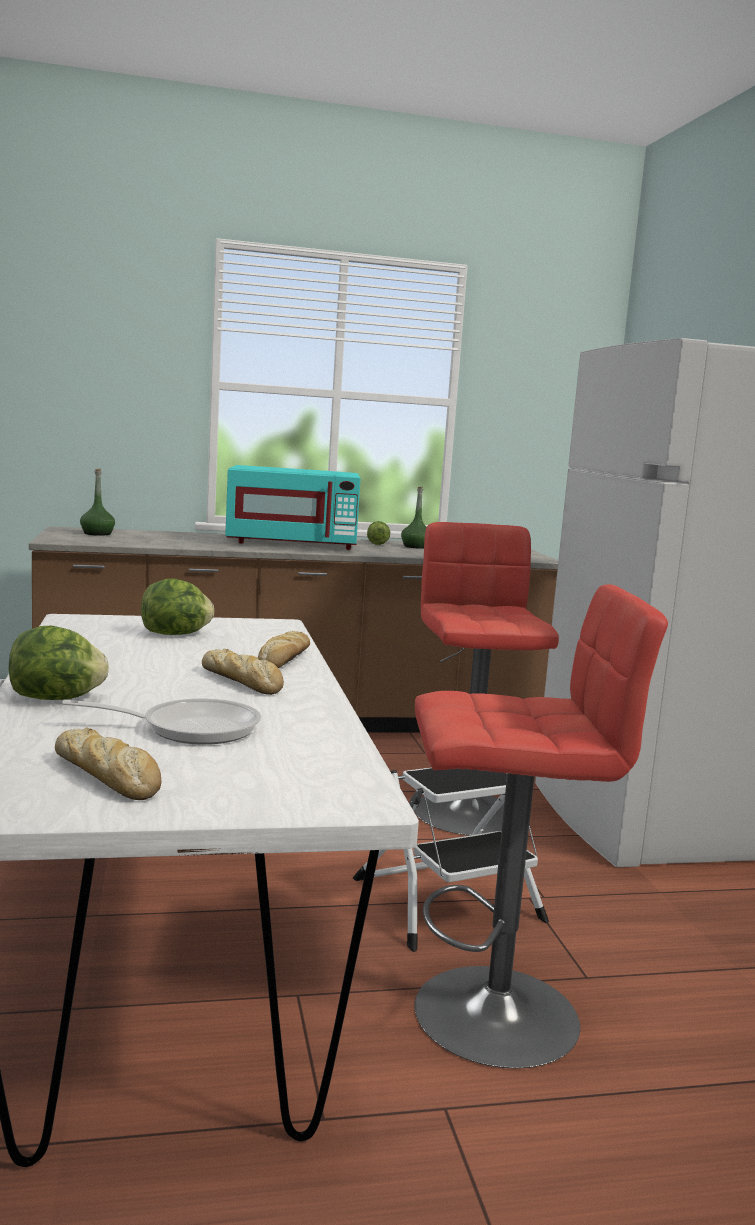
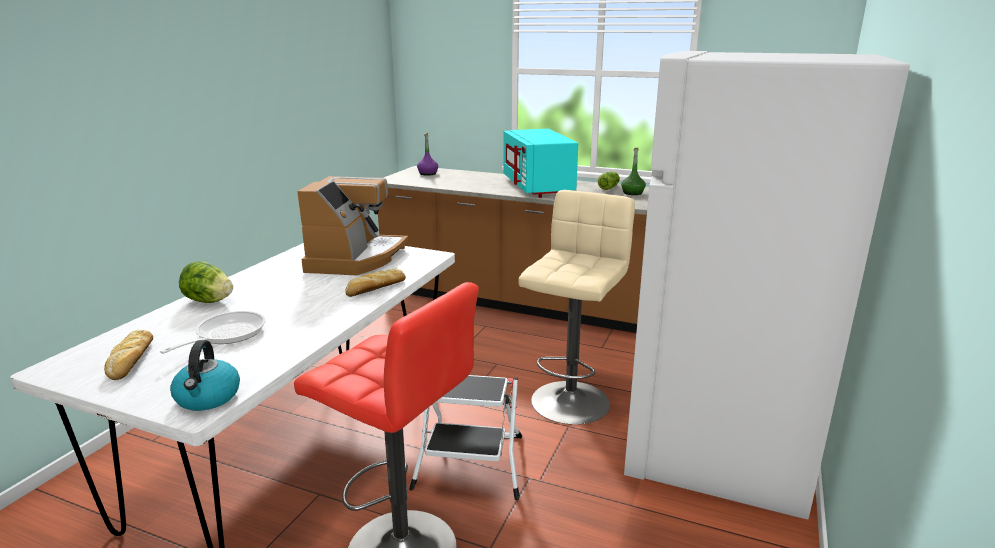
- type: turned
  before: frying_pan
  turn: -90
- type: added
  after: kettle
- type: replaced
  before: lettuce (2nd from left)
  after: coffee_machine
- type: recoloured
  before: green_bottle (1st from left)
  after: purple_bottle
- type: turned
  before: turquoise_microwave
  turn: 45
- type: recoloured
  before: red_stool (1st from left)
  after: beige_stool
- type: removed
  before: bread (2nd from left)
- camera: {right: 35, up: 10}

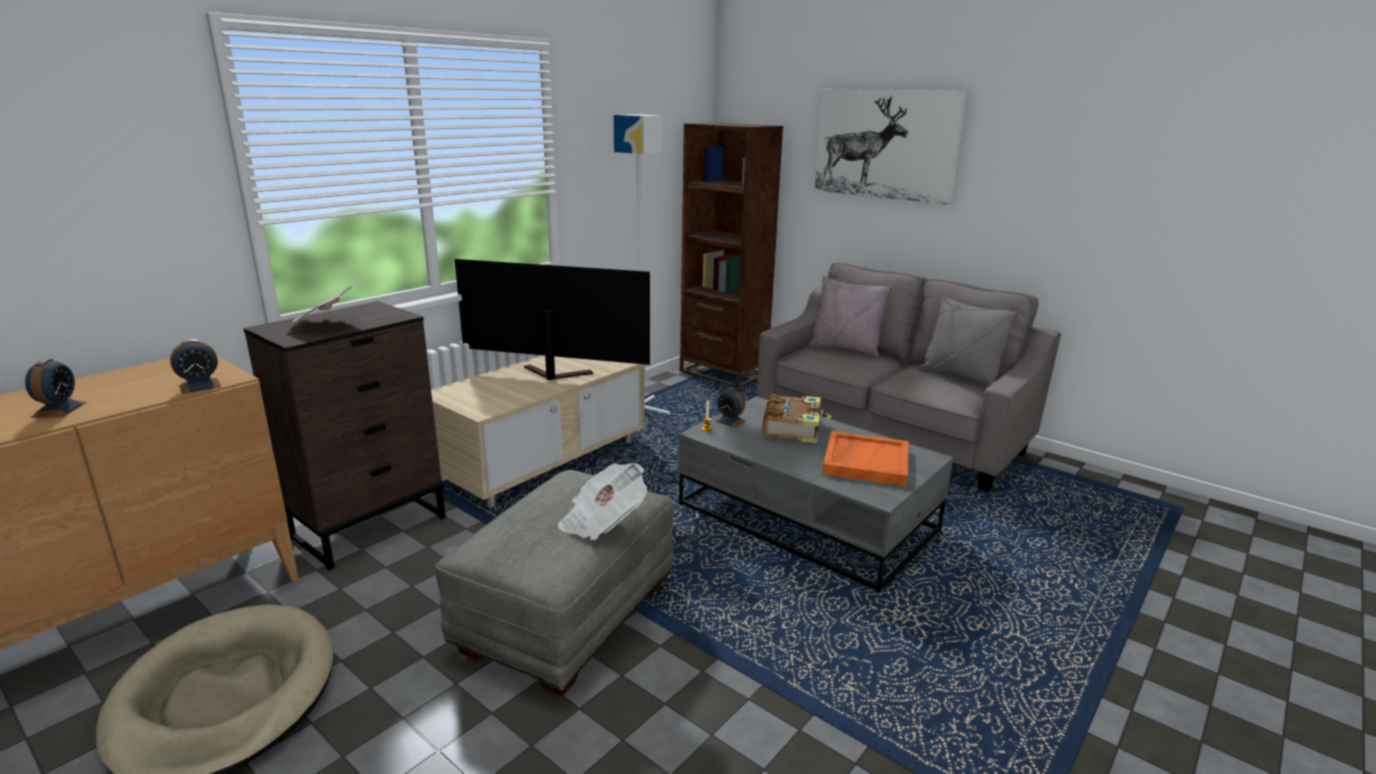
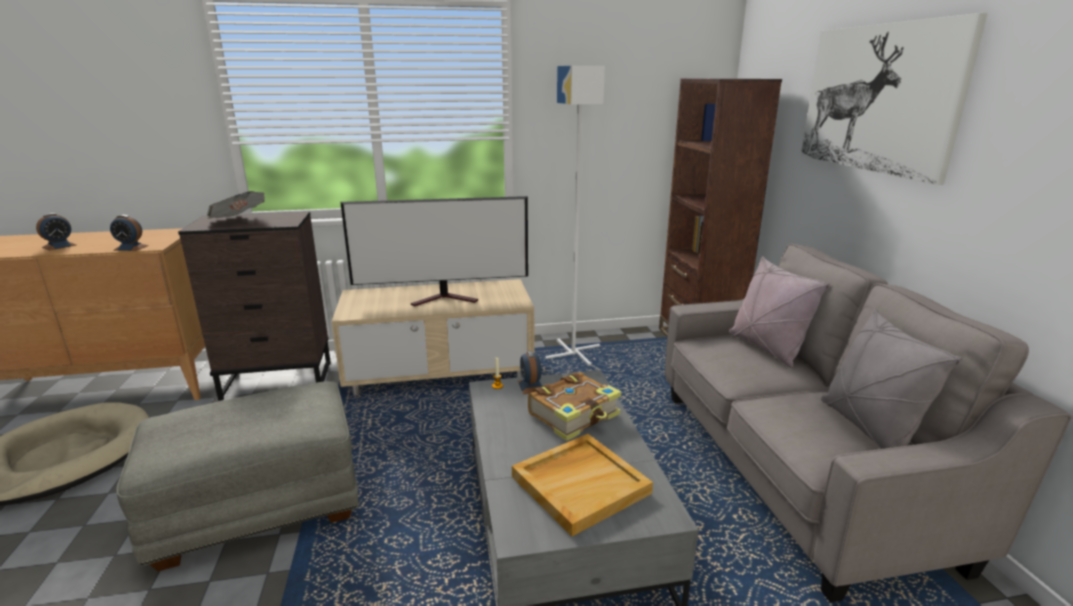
- type: turned
  before: television
  turn: 120
- type: recoloured
  before: orange_tray
  after: beige_tray
- type: removed
  before: newspaper (2nd from left)
- camera: {right: 40, up: 0}

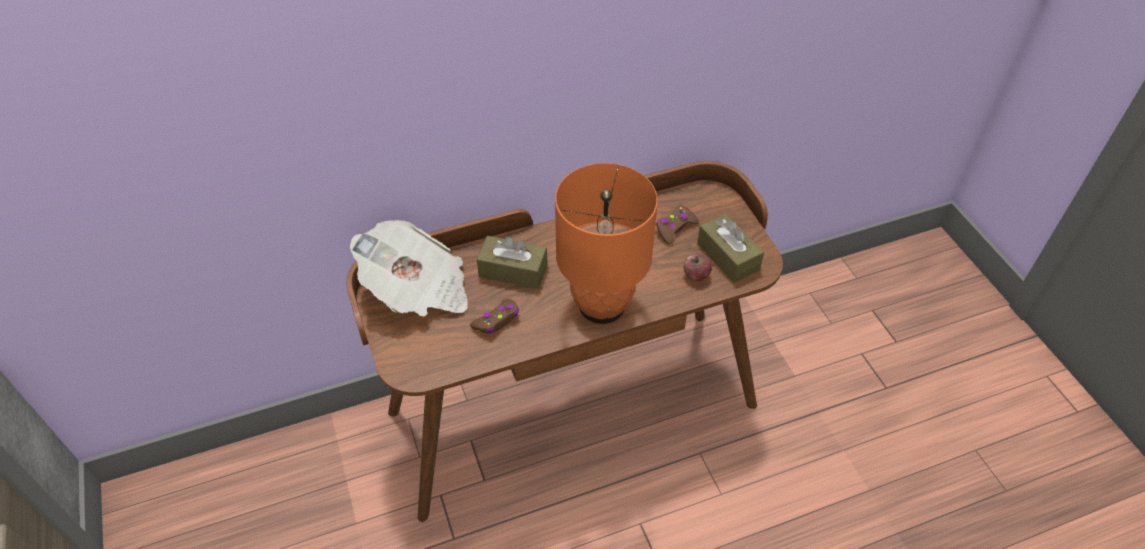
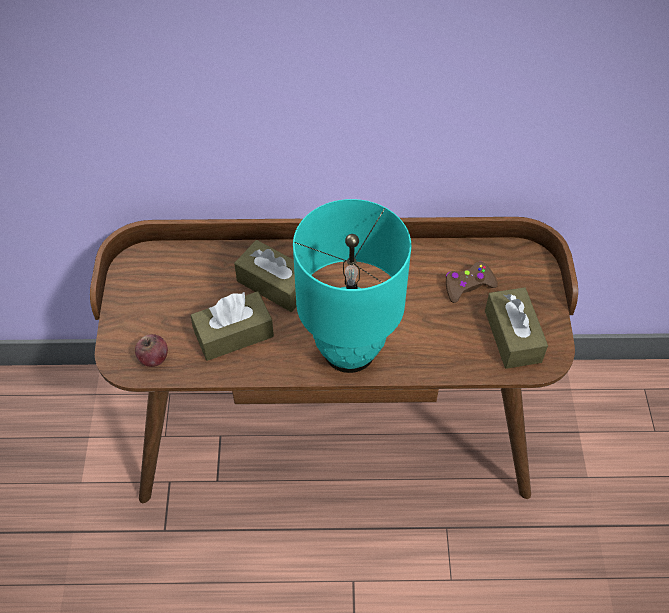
- type: moved
  before: apple
- type: replaced
  before: brown_game_controller (1st from left)
  after: brown_tissue_box (1st from left)
- type: recoloured
  before: orange_table_lamp
  after: turquoise_table_lamp
- type: removed
  before: newspaper
- camera: {right: 20, up: 5}

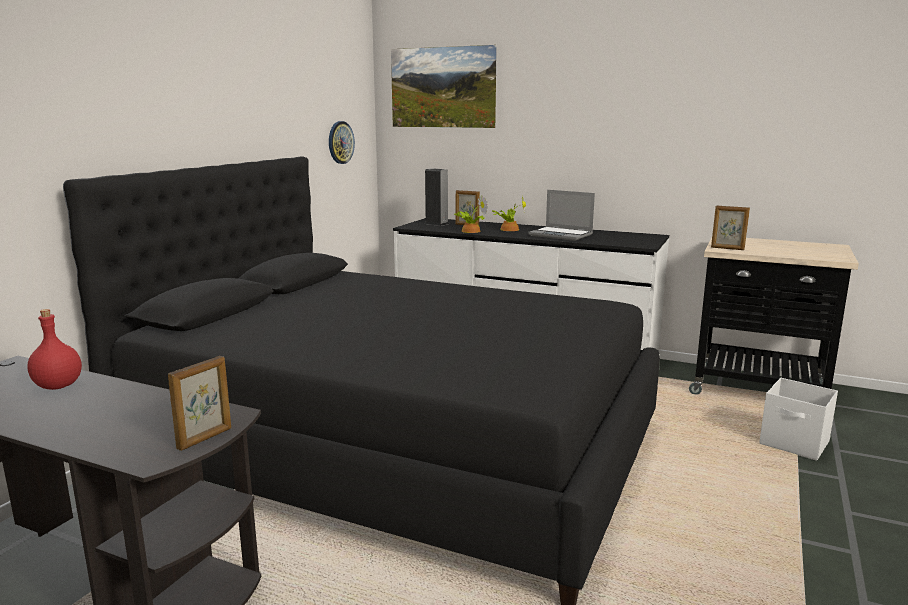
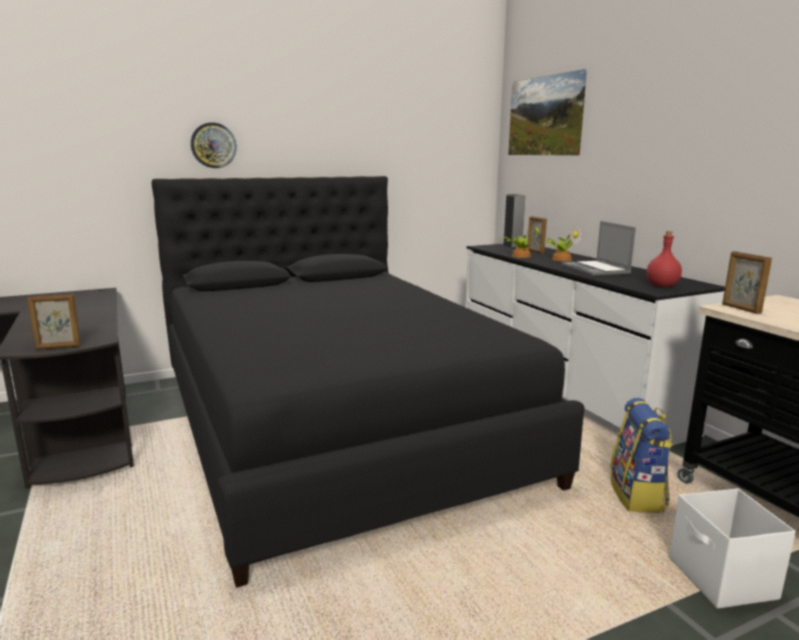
- type: moved
  before: wall_clock
- type: added
  after: backpack
- type: moved
  before: red_bottle
- camera: {right: 40, up: 0}

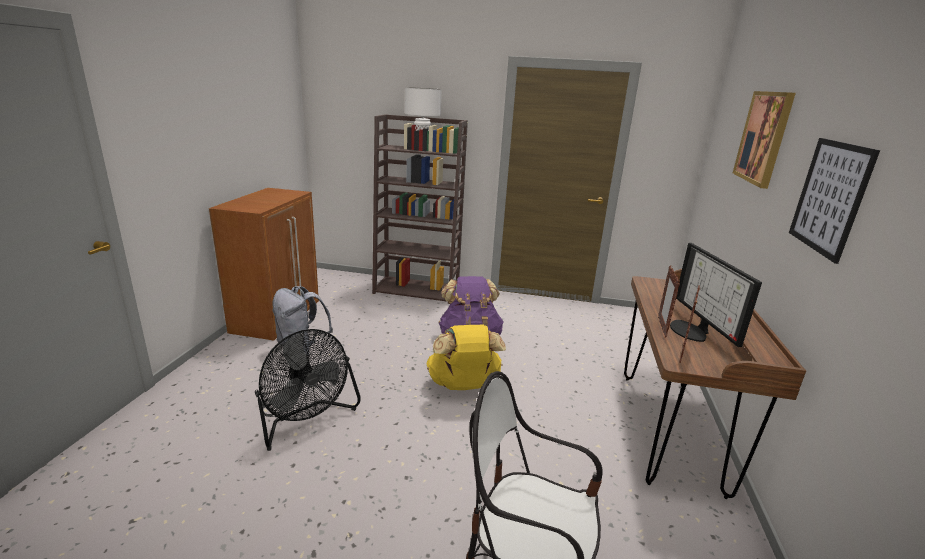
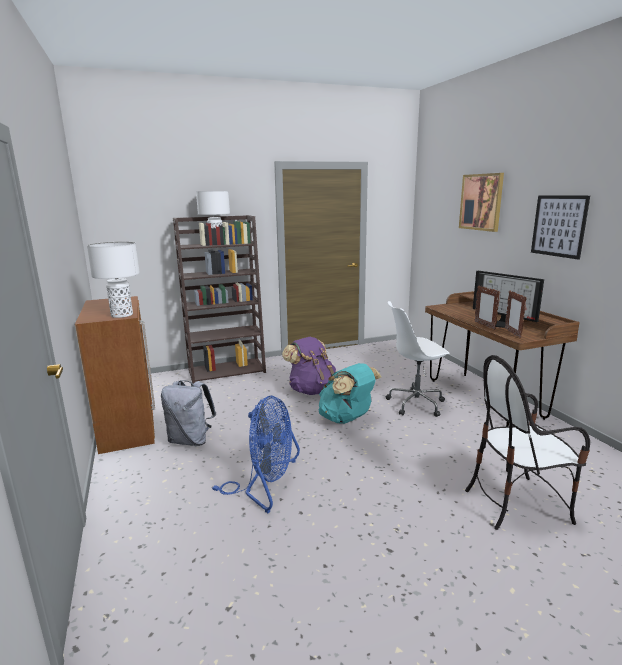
- type: added
  after: white_table_lamp (1st from left)
- type: recoloured
  before: black_fan
  after: blue_fan
- type: recoloured
  before: yellow_backpack
  after: turquoise_backpack
- type: added
  after: white_office_chair
- camera: {right: -30, up: -5}

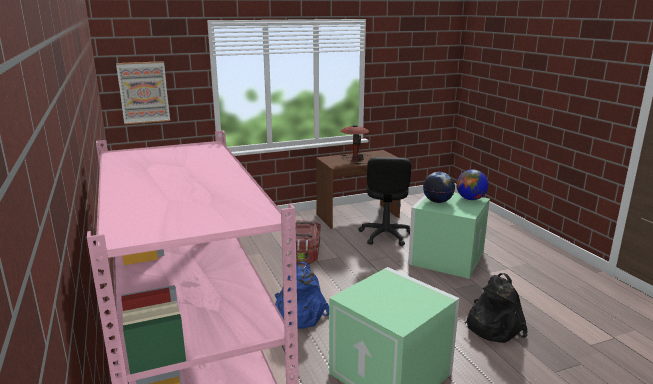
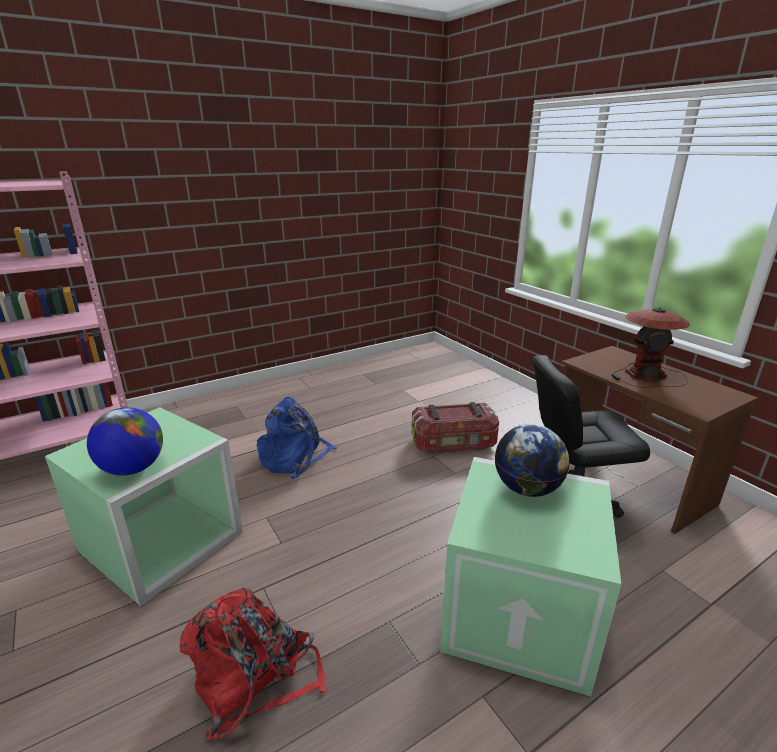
- type: moved
  before: globe (2nd from left in the first image)
  after: globe (1st from left)
- type: recoloured
  before: black_backpack
  after: red_backpack
- type: removed
  before: picture
- camera: {right: 80, up: 5}

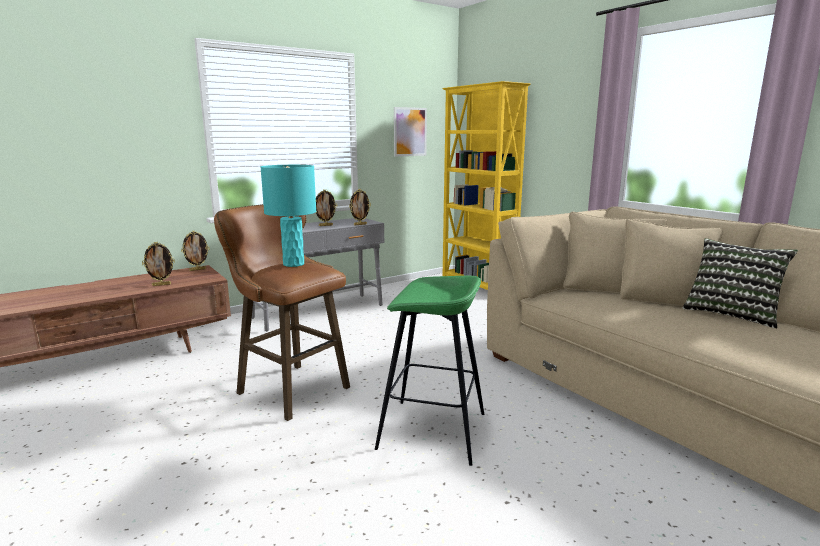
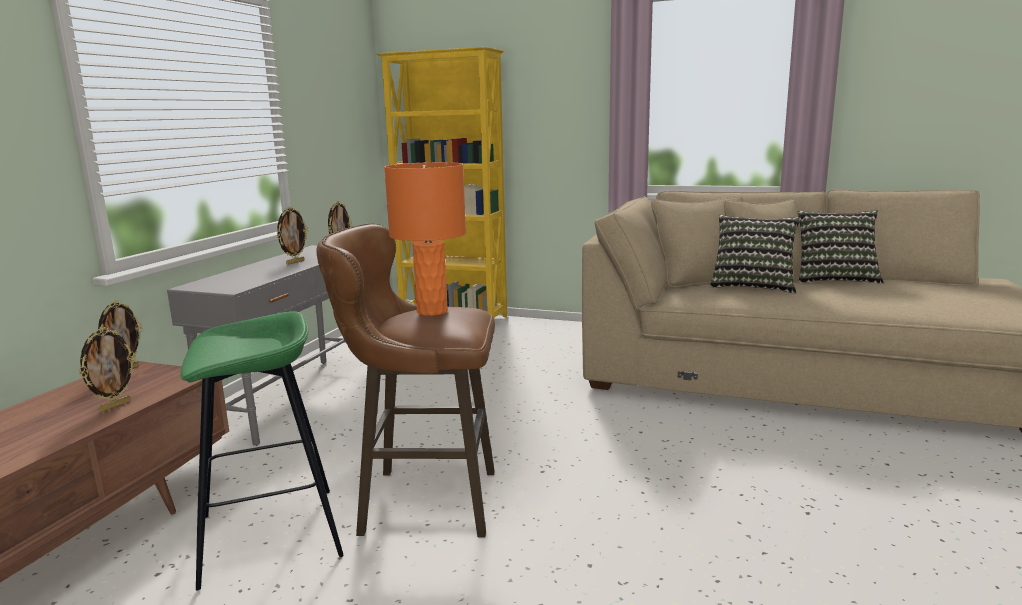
- type: moved
  before: green_stool
- type: recoloured
  before: turquoise_table_lamp
  after: orange_table_lamp
- type: added
  after: pillow (1st from left)
- type: removed
  before: picture
- camera: {right: -35, up: 0}

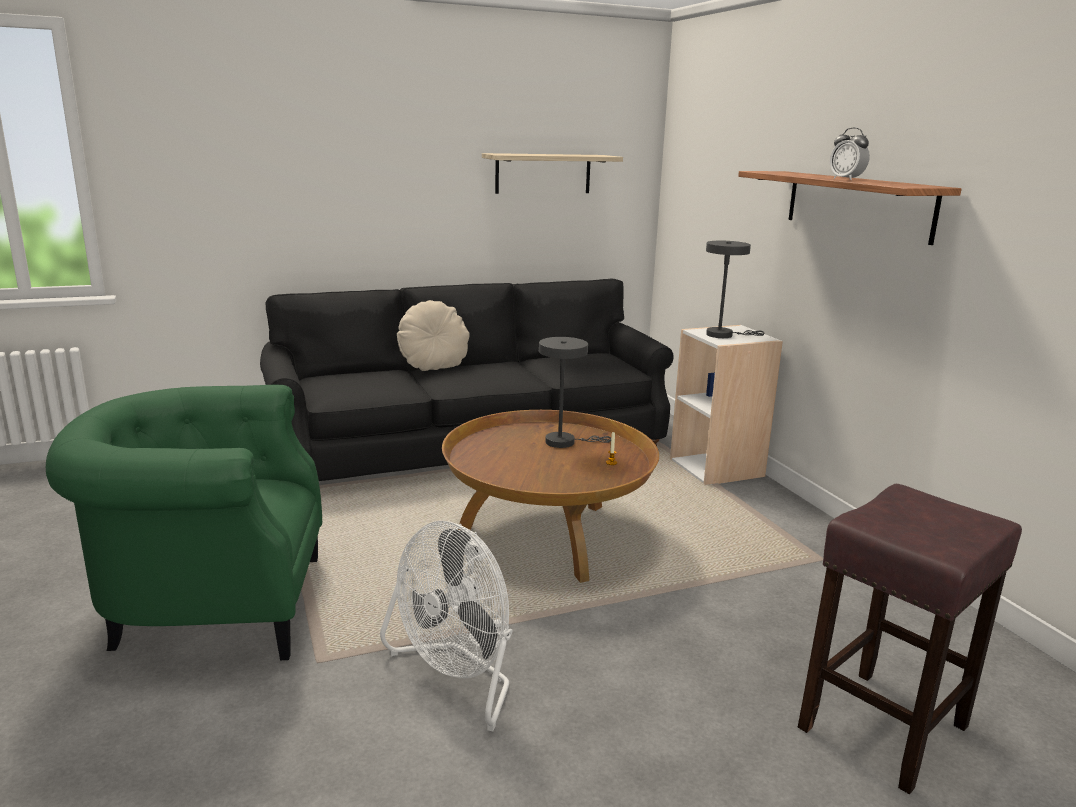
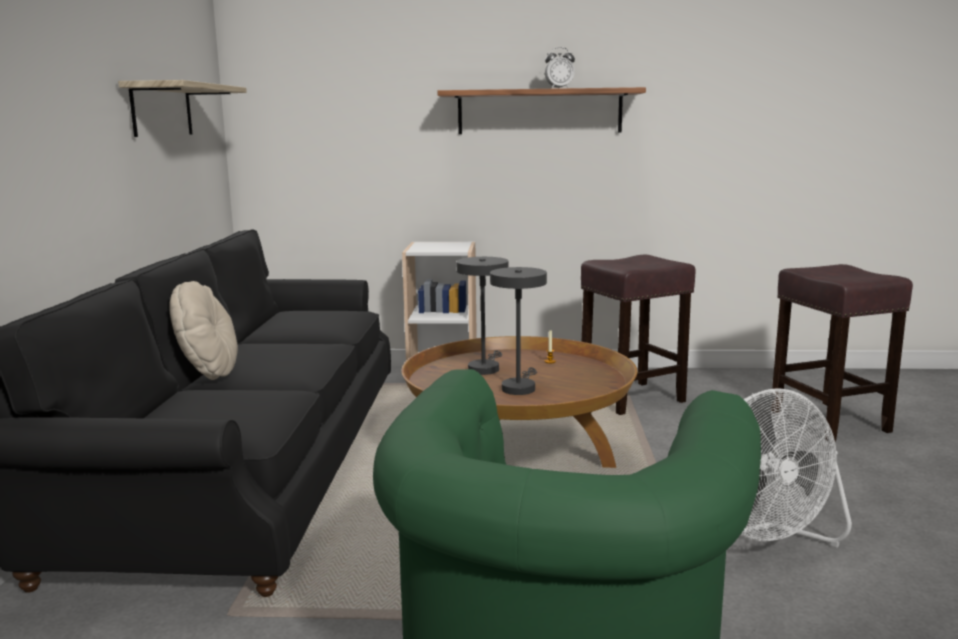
- type: moved
  before: grey_table_lamp (2nd from left)
- type: added
  after: brown_stool (1st from left)
- camera: {right: -65, up: -5}

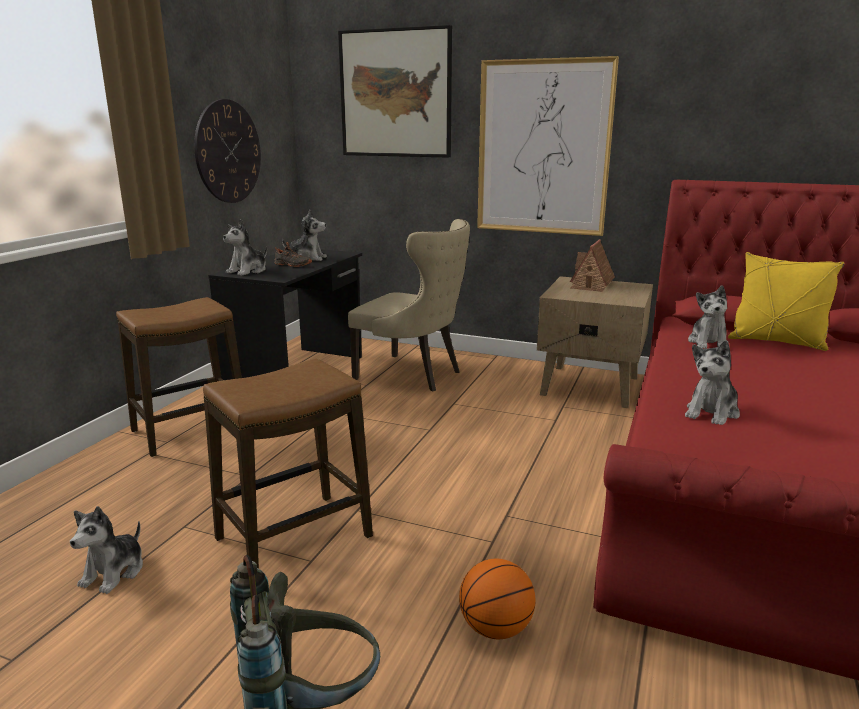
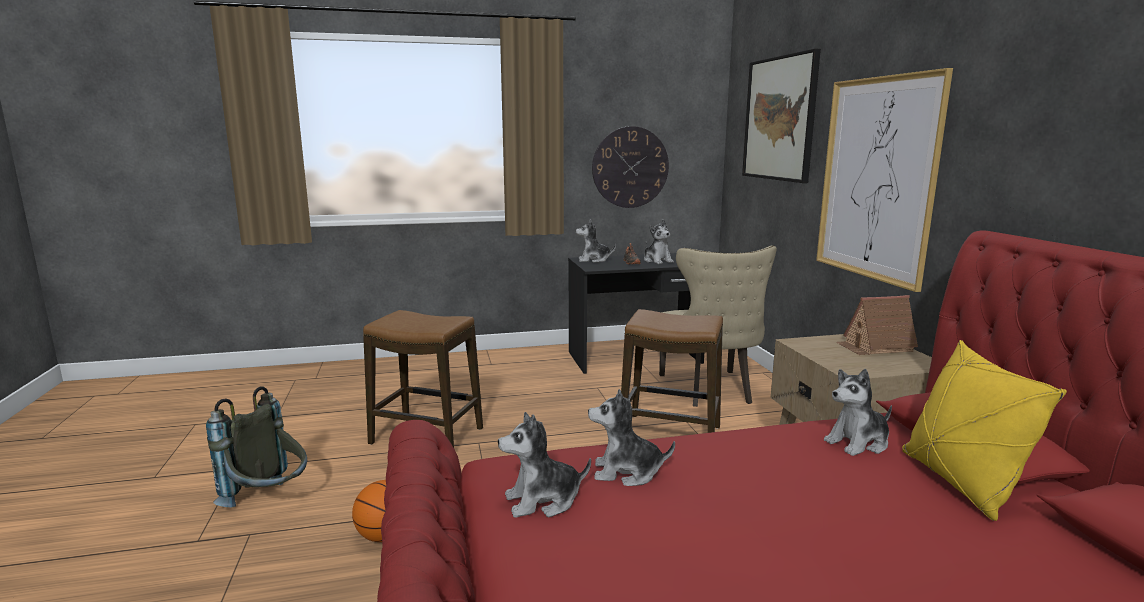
- type: moved
  before: plush_toy (1st from left)
- type: moved
  before: stool (1st from left in the first image)
  after: stool (2nd from left)
- camera: {right: 55, up: -5}

